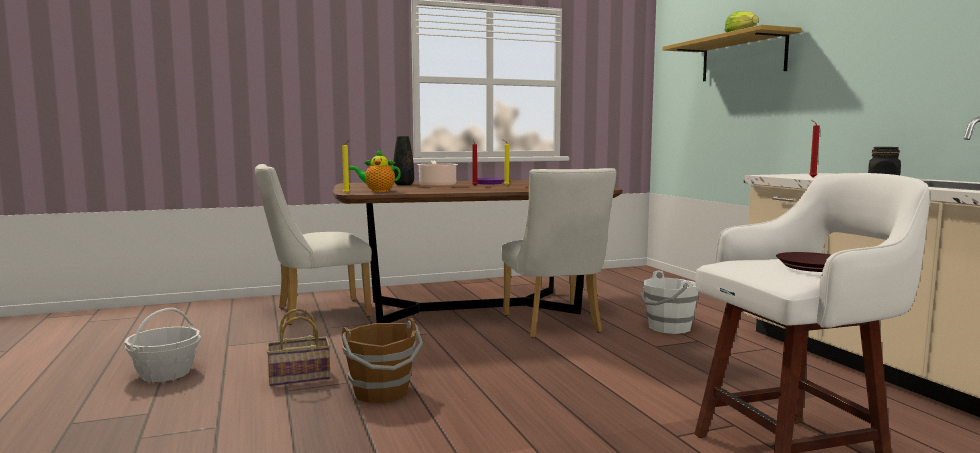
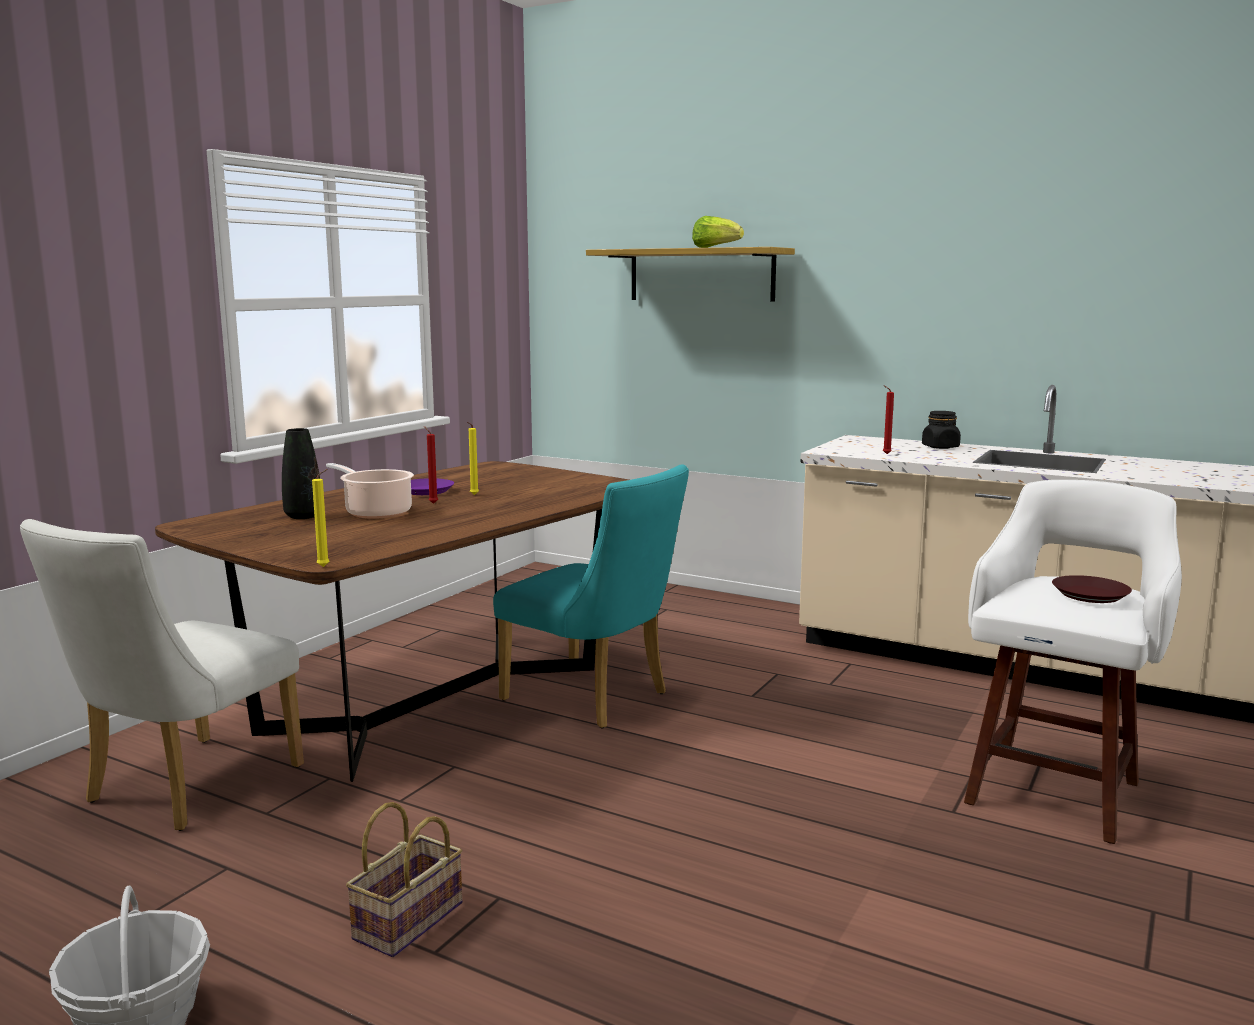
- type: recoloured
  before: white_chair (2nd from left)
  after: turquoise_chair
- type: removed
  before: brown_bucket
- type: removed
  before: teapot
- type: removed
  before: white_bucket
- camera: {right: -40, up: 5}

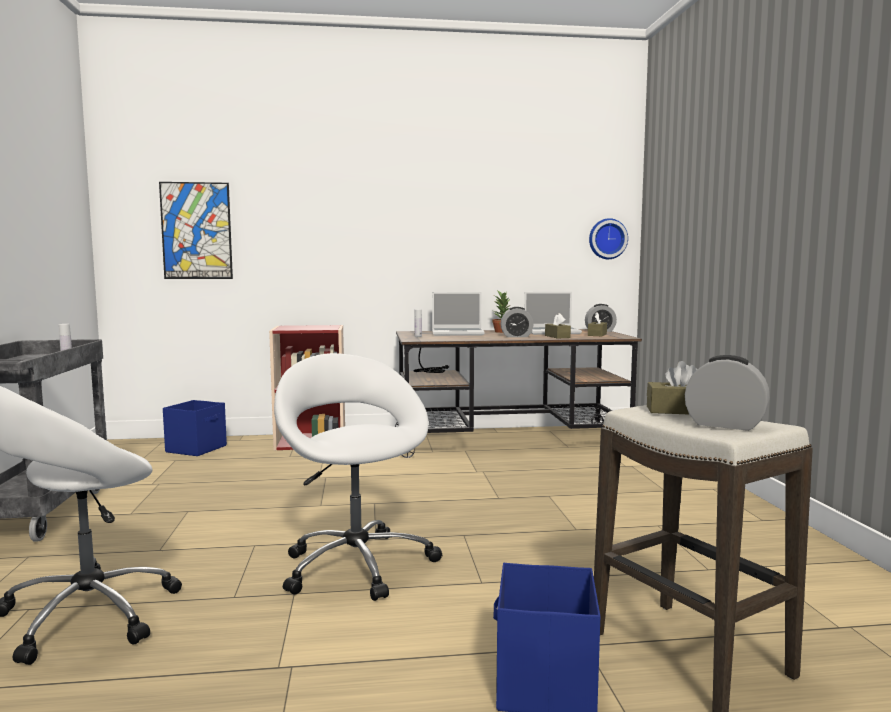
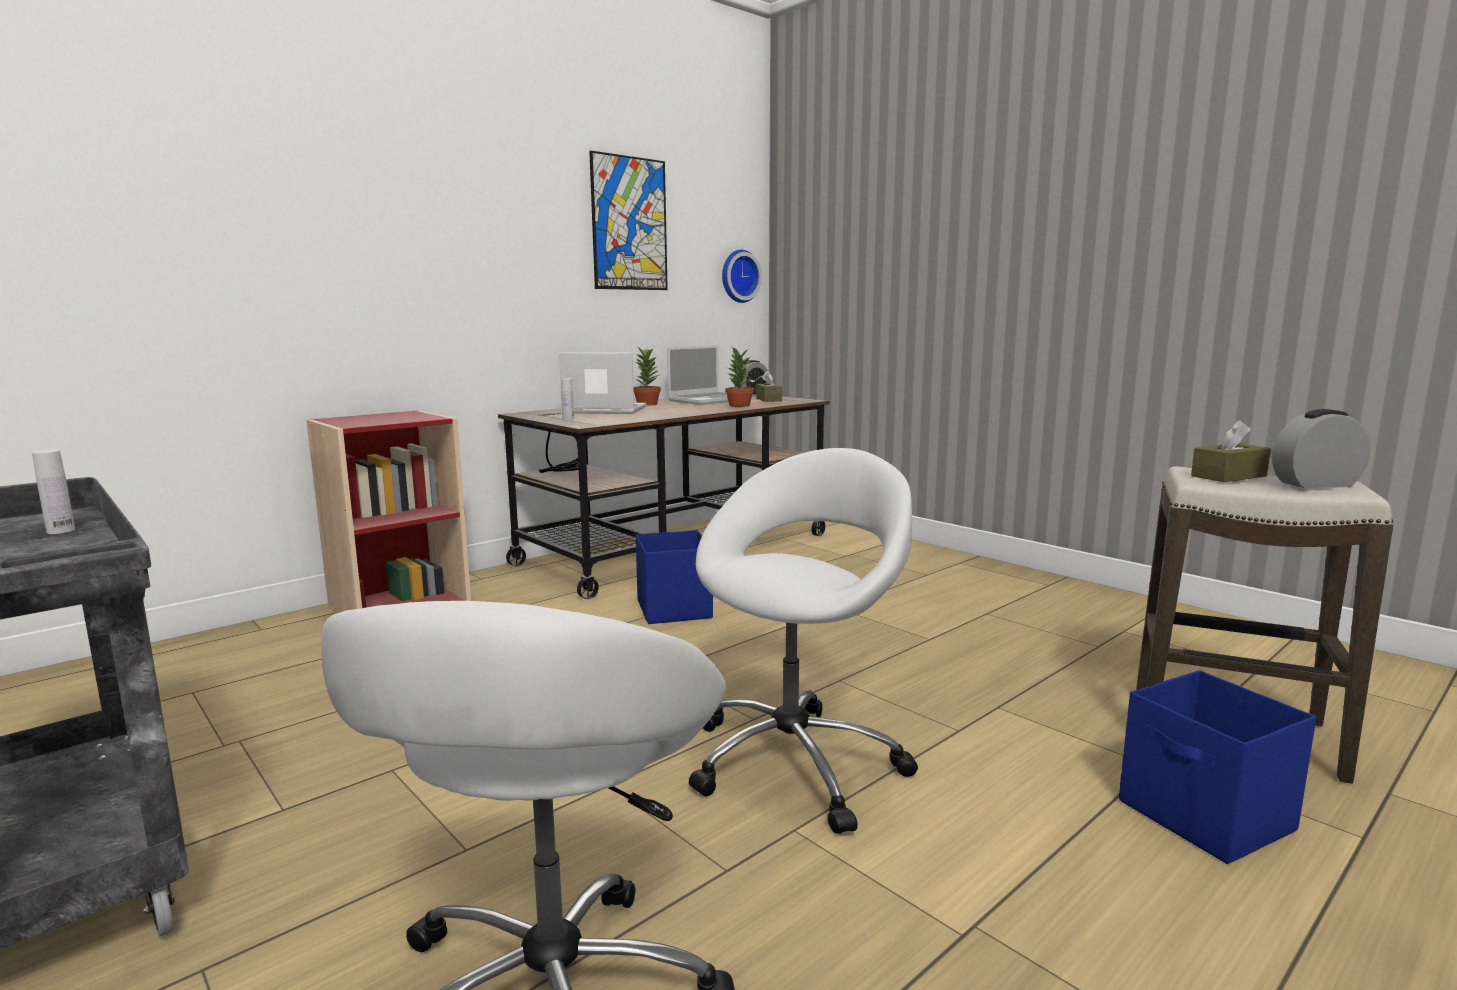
- type: turned
  before: laptop (1st from left)
  turn: -135
- type: moved
  before: picture
- type: moved
  before: blue_storage_box (1st from left)
- type: turned
  before: white_office_chair (2nd from left)
  turn: 120
- type: replaced
  before: brown_tissue_box (1st from left)
  after: potted_plant (2nd from left)
- type: removed
  before: alarm_clock (1st from left)
- camera: {right: -35, up: 5}

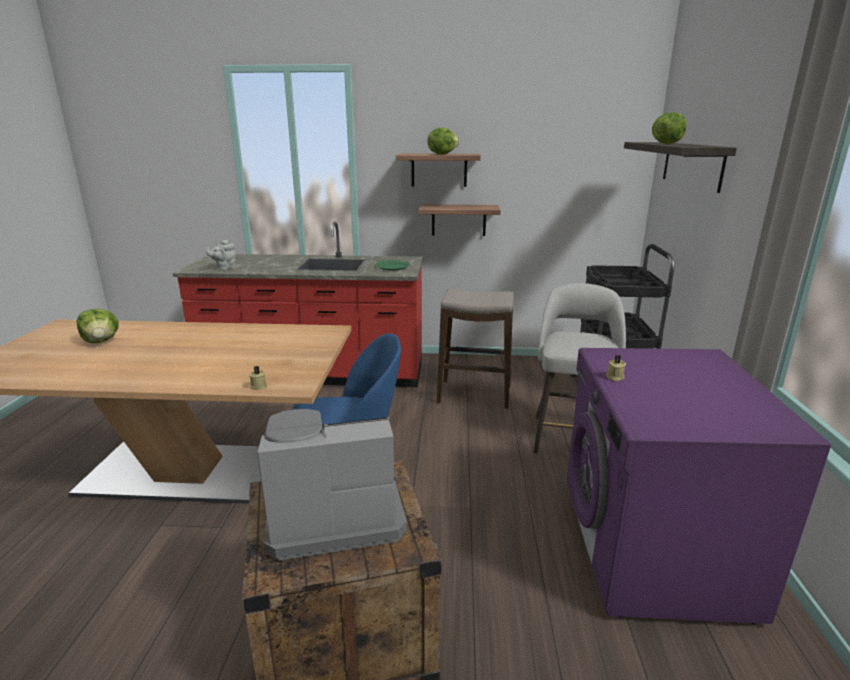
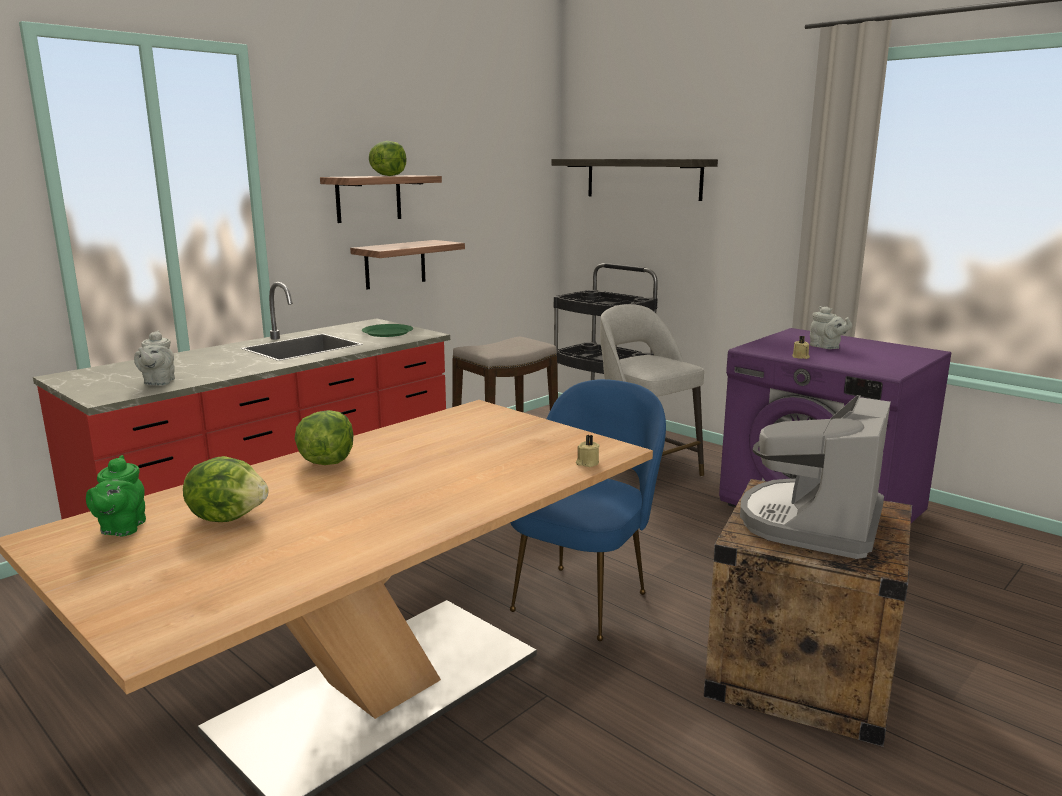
- type: added
  after: green_teapot
- type: moved
  before: lettuce (3rd from left in the first image)
  after: lettuce (2nd from left)
- type: added
  after: grey_teapot (2nd from left)
- camera: {right: -50, up: -5}

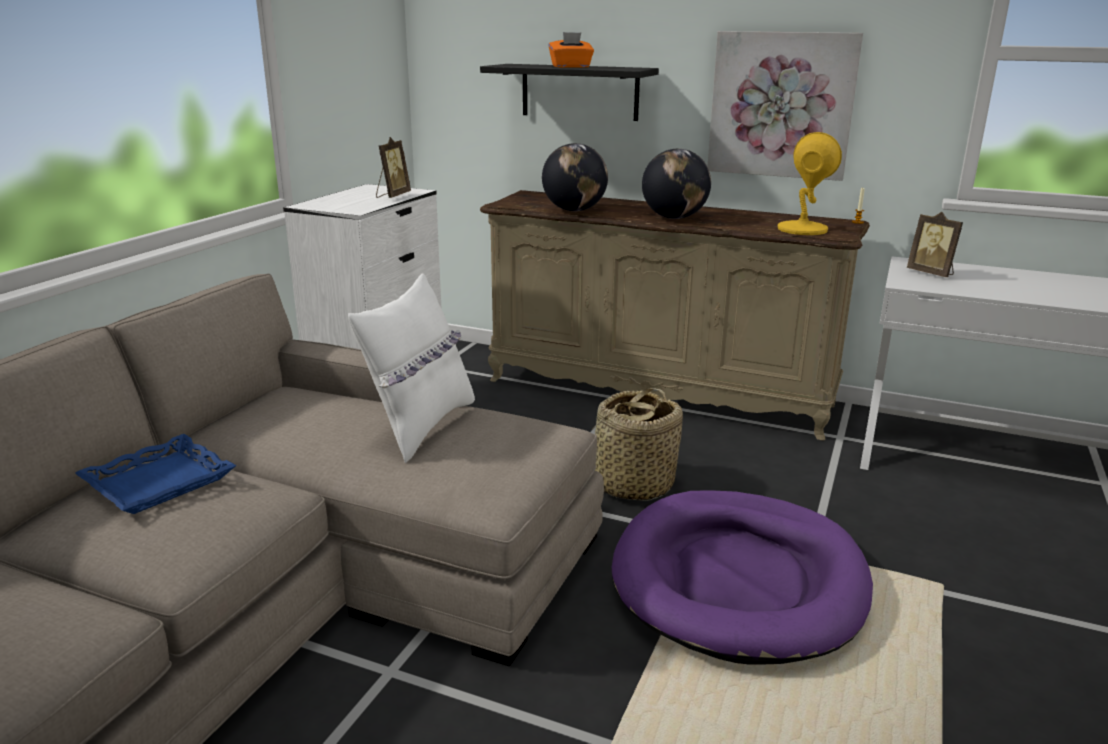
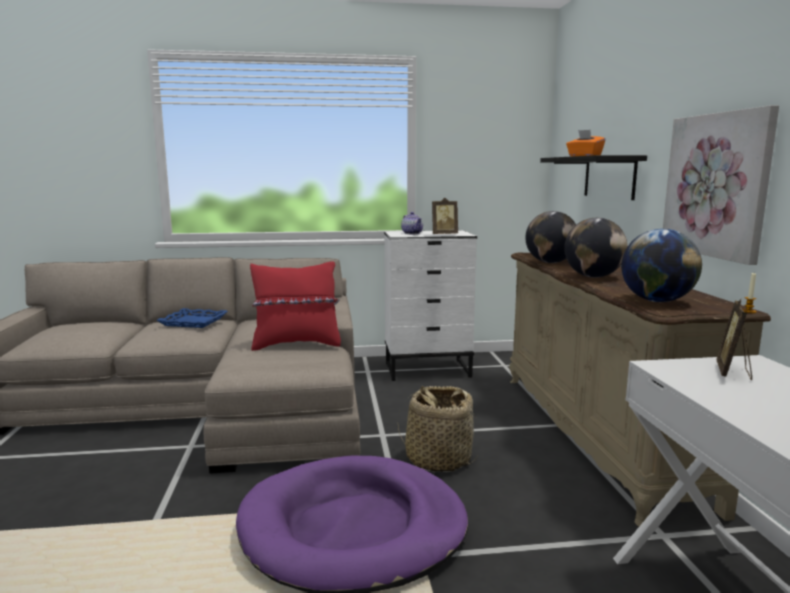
- type: recoloured
  before: white_pillow
  after: red_pillow
- type: added
  after: teapot
- type: replaced
  before: yellow_table_lamp
  after: globe (3rd from left)
- camera: {right: 60, up: -10}

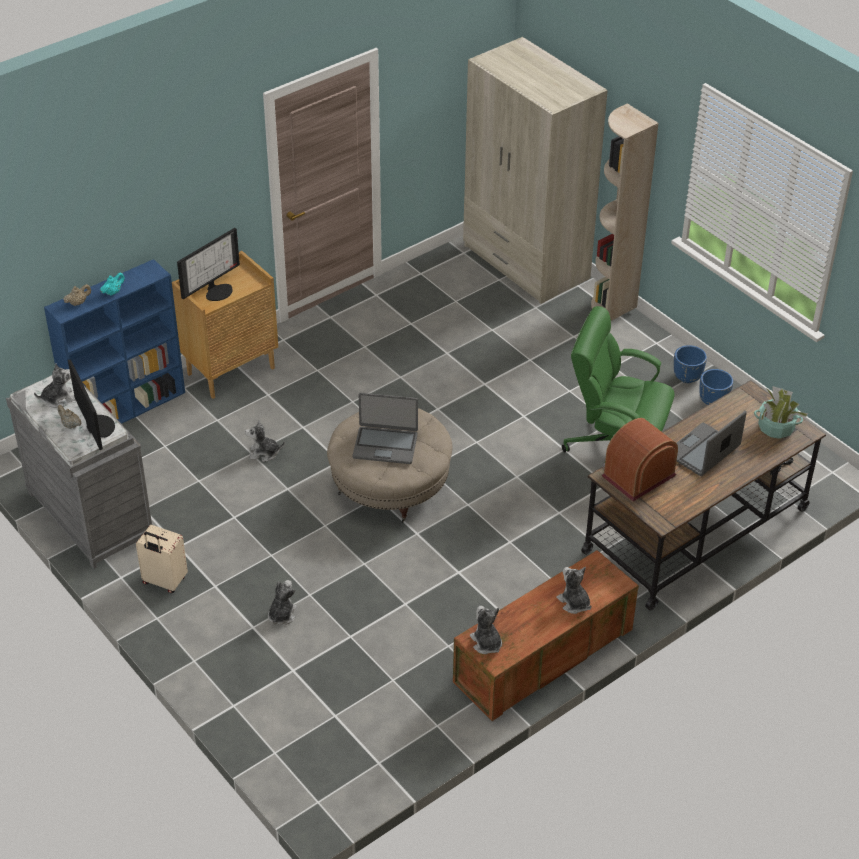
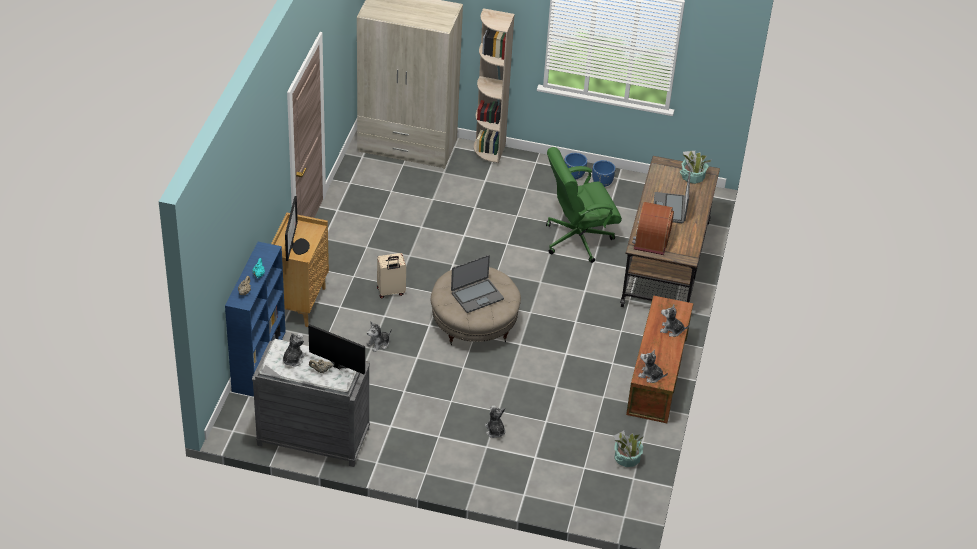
- type: moved
  before: beige_suitcase
- type: added
  after: potted_plant (1st from left)
- camera: {right: -40, up: 0}

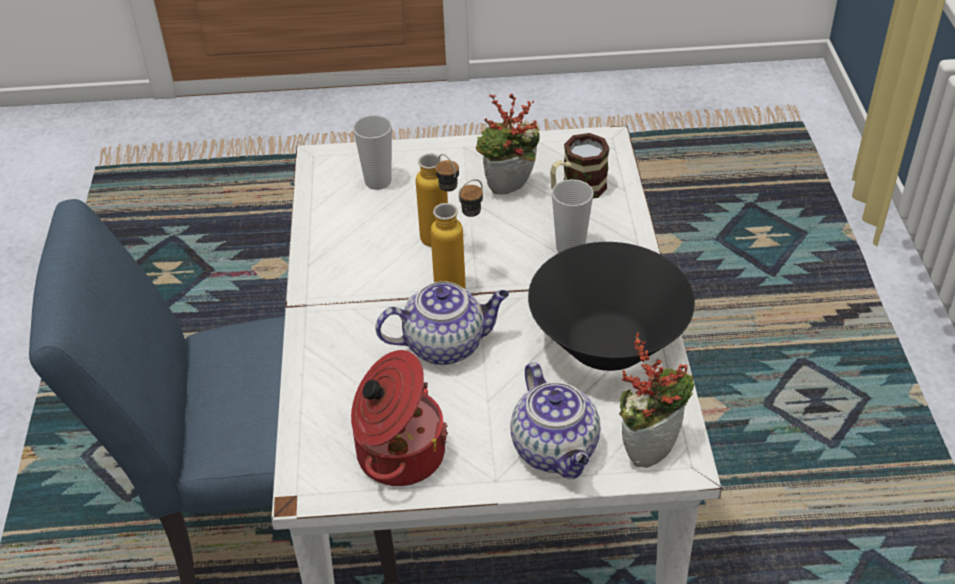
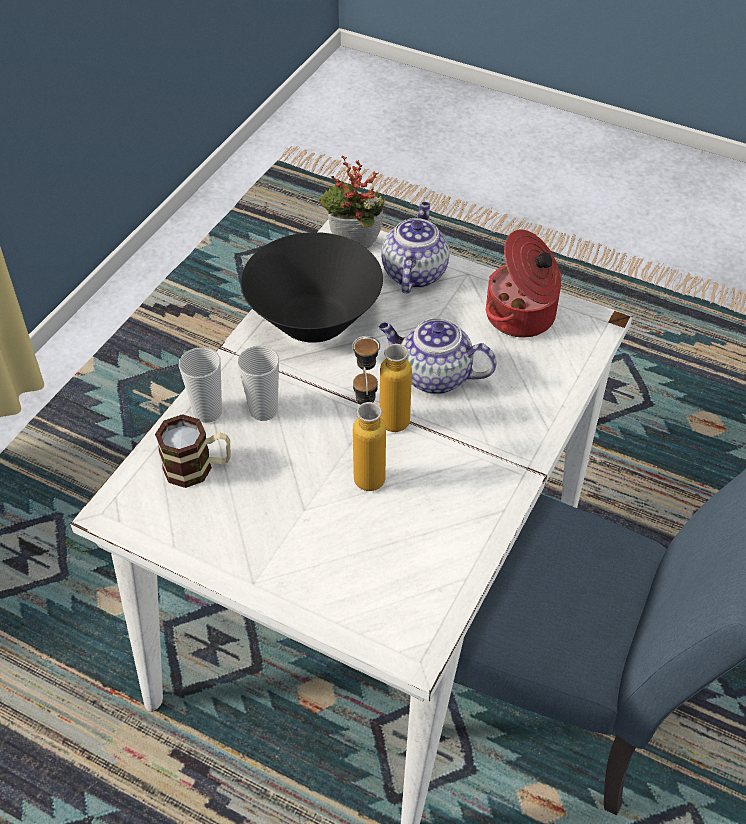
- type: moved
  before: cup (1st from left)
- type: removed
  before: potted_plant (1st from left)
- camera: {right: -150, up: 5}

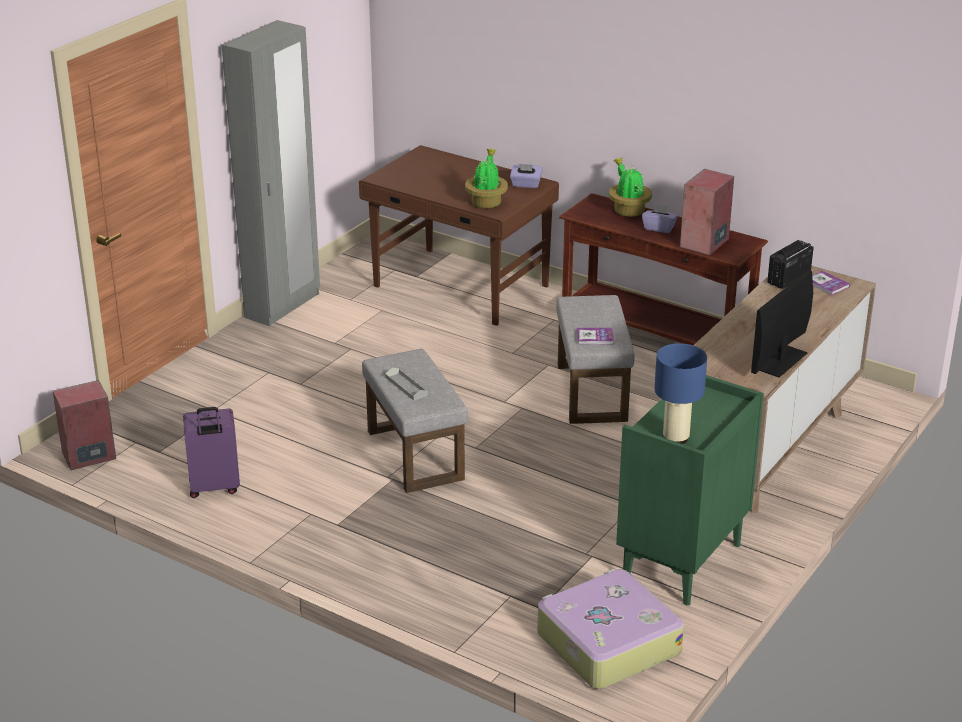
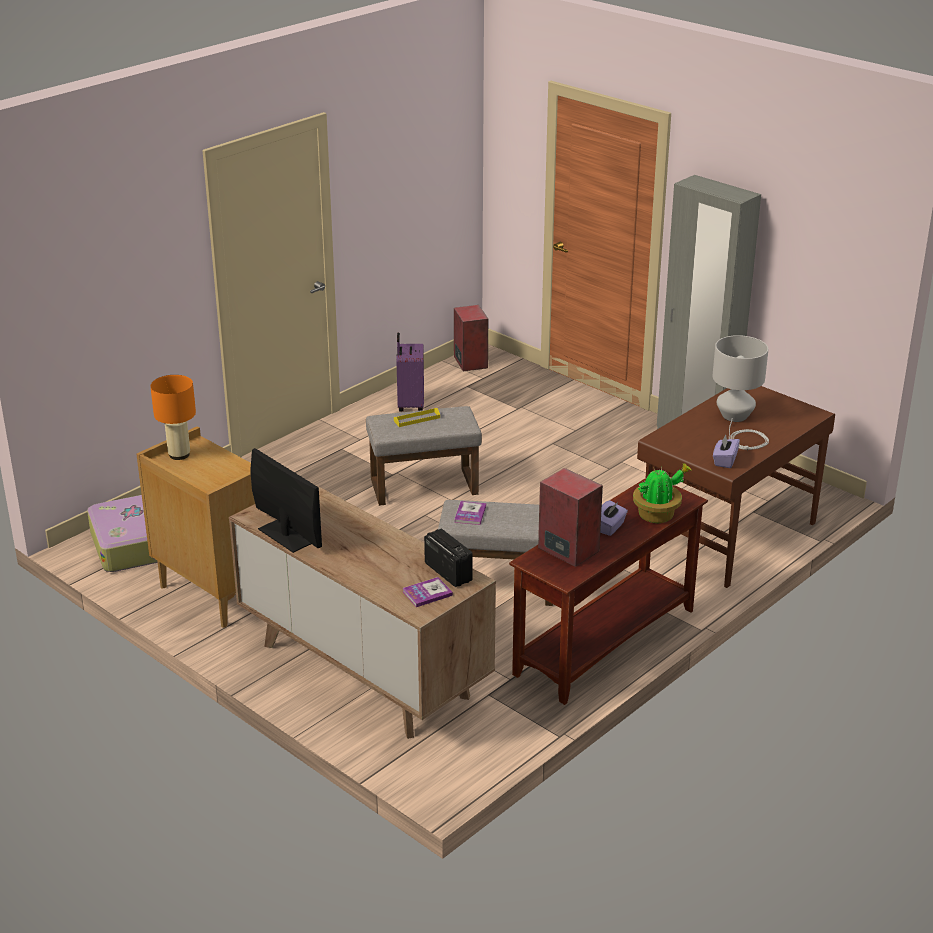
- type: recoloured
  before: green_cabinet
  after: brown_cabinet
- type: recoloured
  before: blue_table_lamp
  after: orange_table_lamp
- type: recoloured
  before: grey_tray
  after: yellow_tray
- type: added
  after: grey_table_lamp
- type: removed
  before: potted_plant (1st from left)
- camera: {right: 100, up: 0}

